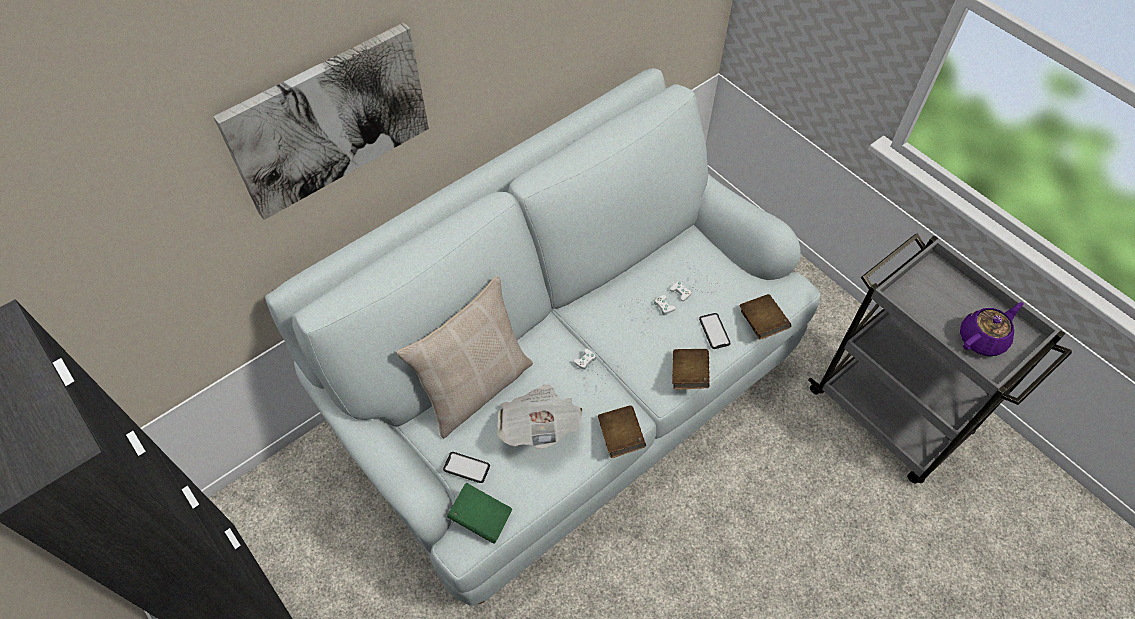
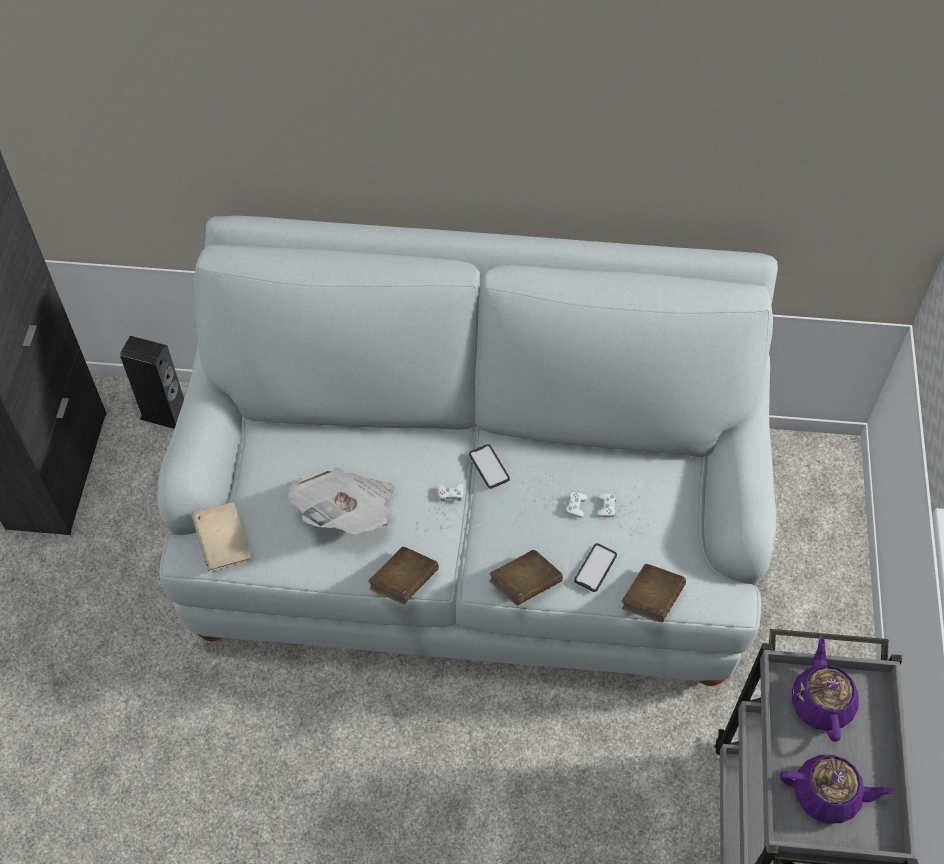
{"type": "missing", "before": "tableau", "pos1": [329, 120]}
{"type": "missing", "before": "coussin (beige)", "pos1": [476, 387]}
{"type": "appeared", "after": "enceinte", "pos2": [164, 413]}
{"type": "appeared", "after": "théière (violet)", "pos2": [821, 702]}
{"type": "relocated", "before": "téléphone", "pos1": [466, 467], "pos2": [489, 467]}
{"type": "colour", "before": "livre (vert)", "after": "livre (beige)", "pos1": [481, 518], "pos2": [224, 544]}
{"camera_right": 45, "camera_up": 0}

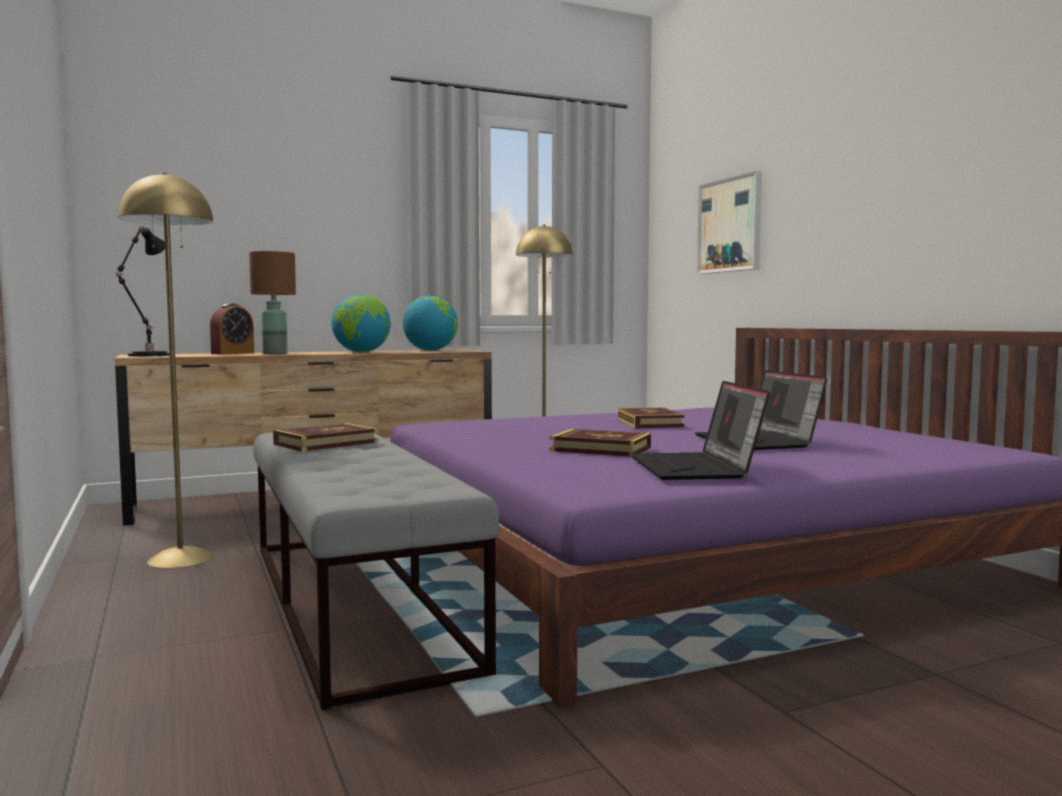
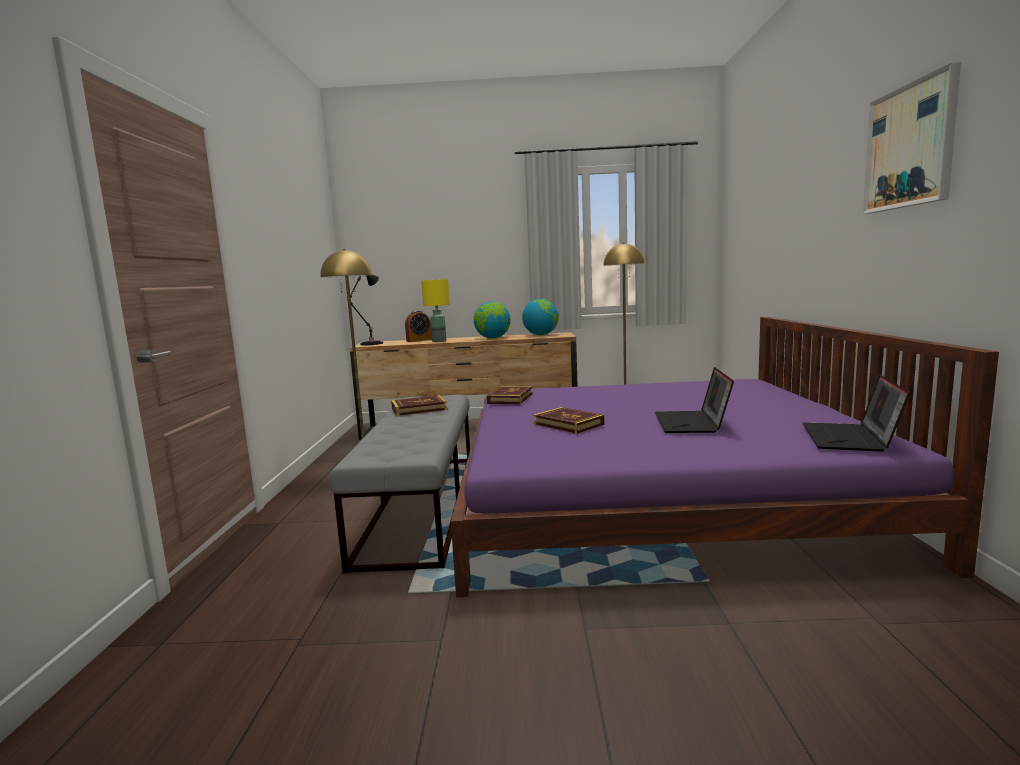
{"type": "relocated", "before": "livre", "pos1": [649, 423], "pos2": [510, 398]}
{"type": "relocated", "before": "ordinateur portable", "pos1": [696, 468], "pos2": [850, 439]}
{"type": "relocated", "before": "tableau", "pos1": [730, 225], "pos2": [910, 146]}
{"type": "colour", "before": "lampe de table (marron)", "after": "lampe de table (jaune)", "pos1": [275, 354], "pos2": [439, 341]}
{"camera_right": 25, "camera_up": 5}

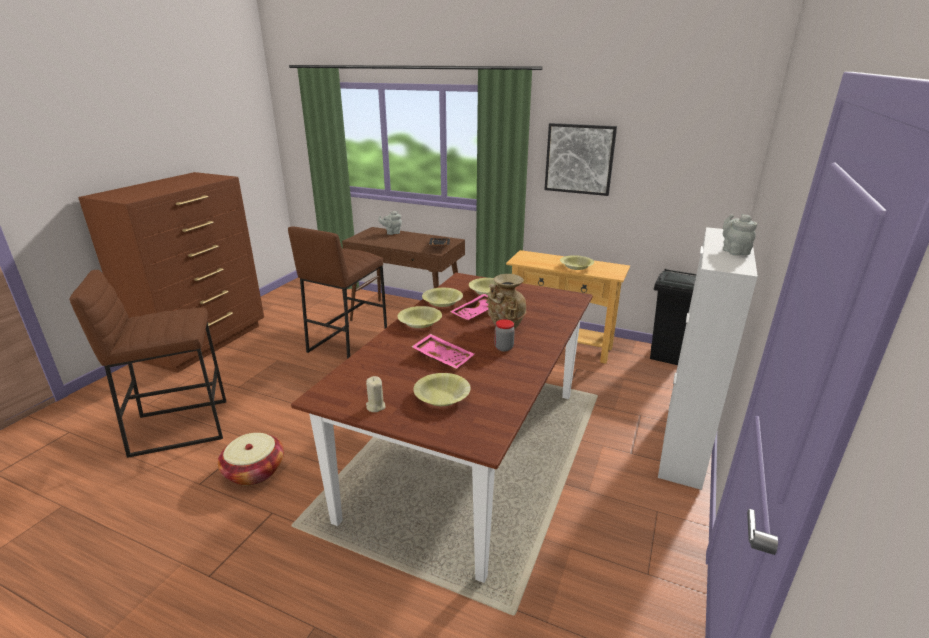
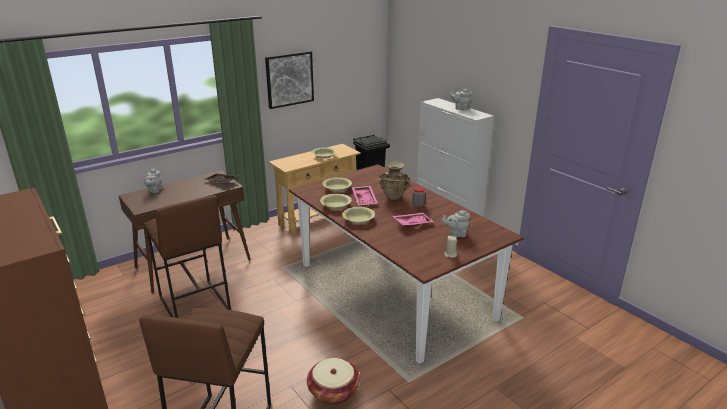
{"type": "exchanged", "before": "bol (jaune)", "after": "théière (gris)", "pos1": [442, 397], "pos2": [456, 234]}
{"camera_right": -60, "camera_up": 0}

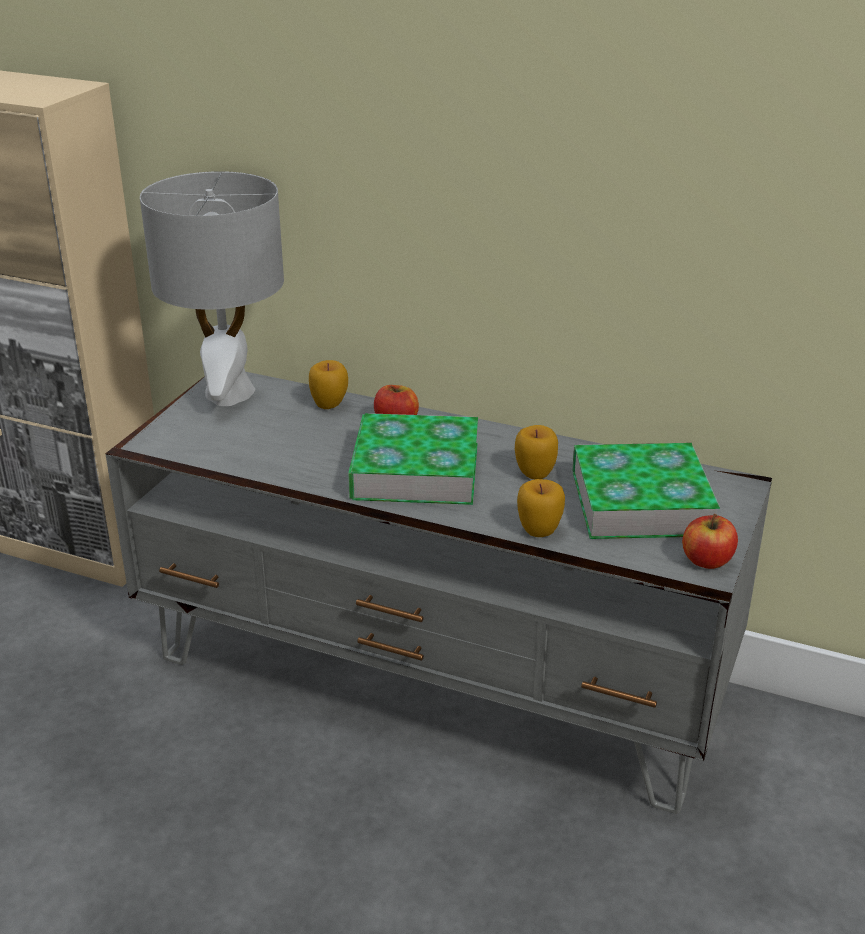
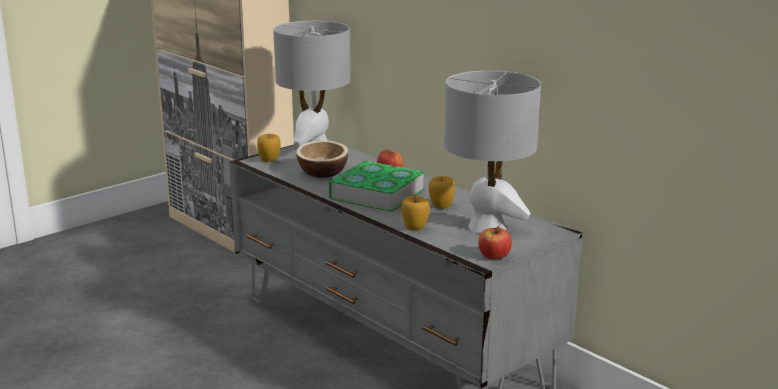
{"type": "appeared", "after": "bol", "pos2": [322, 172]}
{"type": "relocated", "before": "pomme", "pos1": [329, 405], "pos2": [269, 160]}
{"type": "exchanged", "before": "livre", "after": "lampe de table (gris)", "pos1": [640, 502], "pos2": [487, 227]}
{"camera_right": 25, "camera_up": -10}

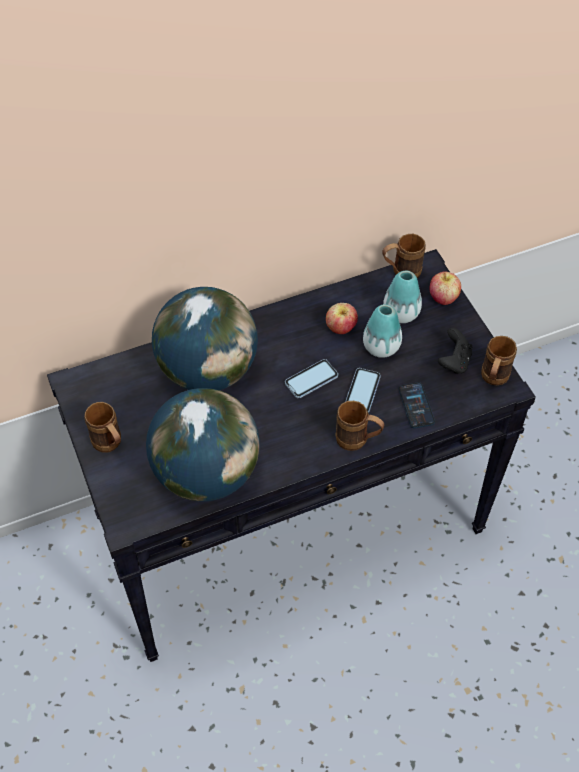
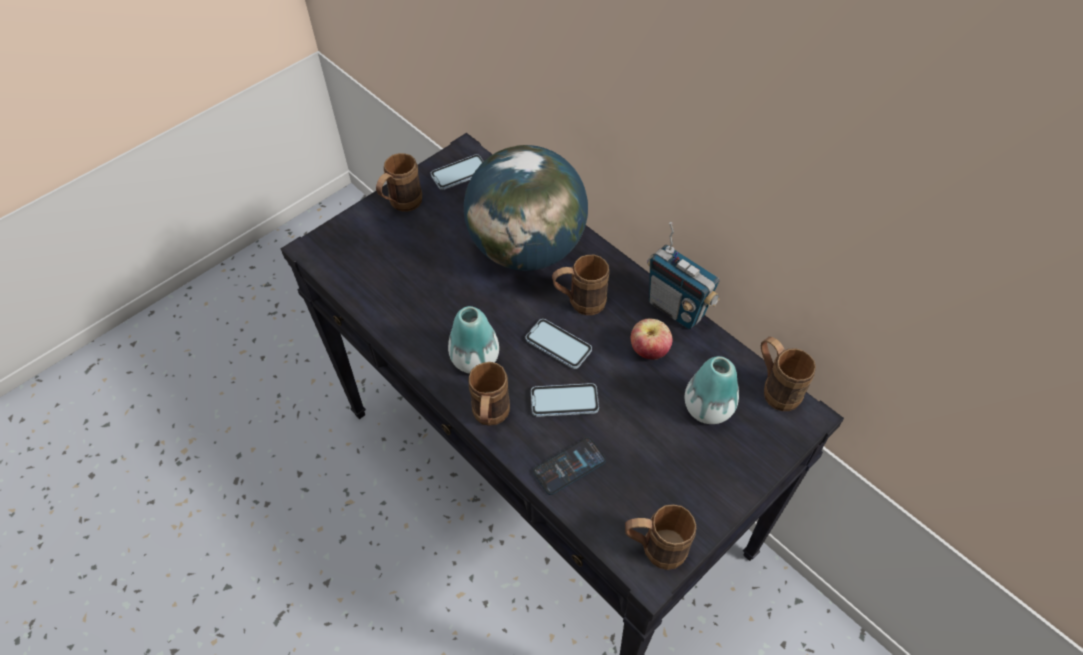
{"type": "missing", "before": "globe", "pos1": [205, 474]}
{"type": "missing", "before": "pomme", "pos1": [443, 298]}
{"type": "missing", "before": "manette (noir)", "pos1": [454, 362]}
{"type": "appeared", "after": "téléphone", "pos2": [460, 173]}
{"type": "appeared", "after": "mug (marron)", "pos2": [579, 303]}
{"type": "appeared", "after": "radio", "pos2": [676, 308]}
{"type": "relocated", "before": "vase", "pos1": [381, 347], "pos2": [475, 359]}
{"camera_right": 70, "camera_up": 0}

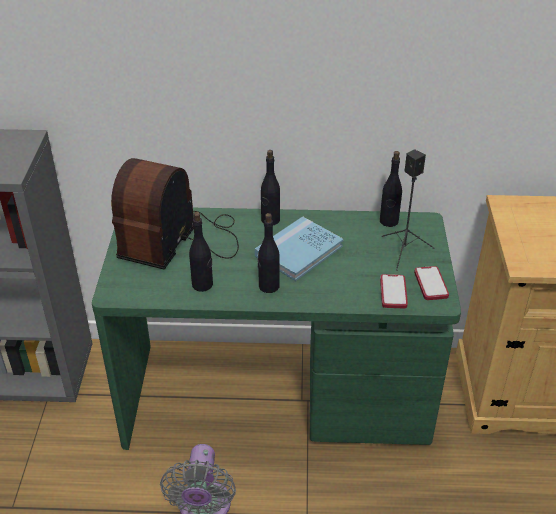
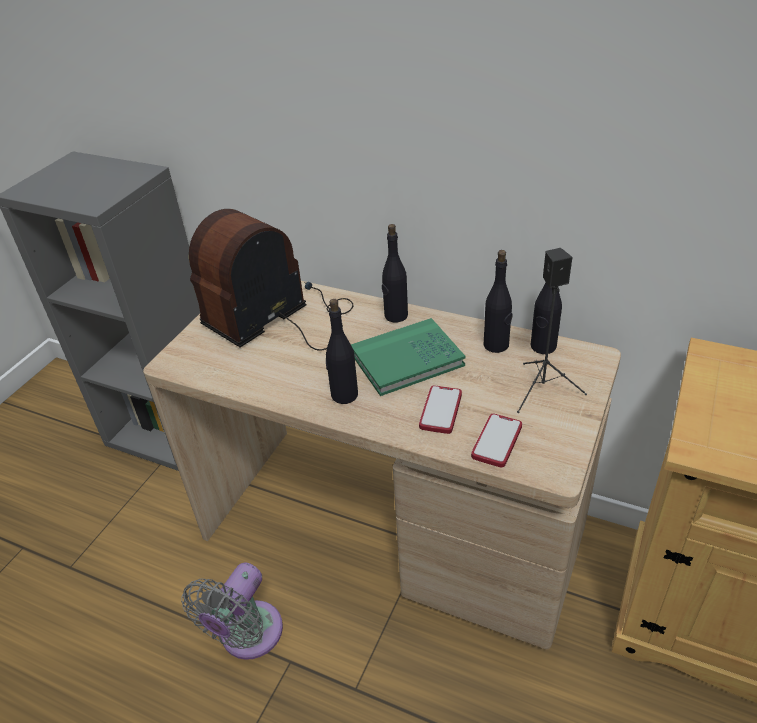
{"type": "relocated", "before": "bouteille (noir)", "pos1": [202, 285], "pos2": [496, 345]}
{"type": "relocated", "before": "téléphone", "pos1": [431, 284], "pos2": [440, 410]}
{"type": "colour", "before": "bureau (vert)", "after": "bureau (beige)", "pos1": [278, 397], "pos2": [391, 529]}
{"type": "colour", "before": "livre (bleu)", "after": "livre (vert)", "pos1": [299, 251], "pos2": [407, 360]}
{"camera_right": 25, "camera_up": 0}

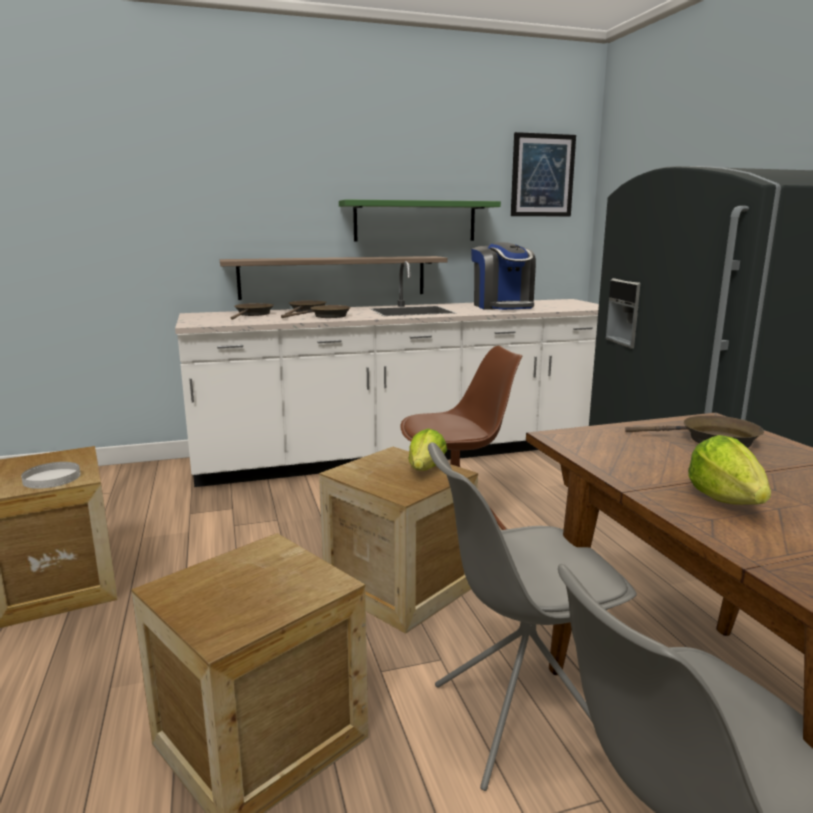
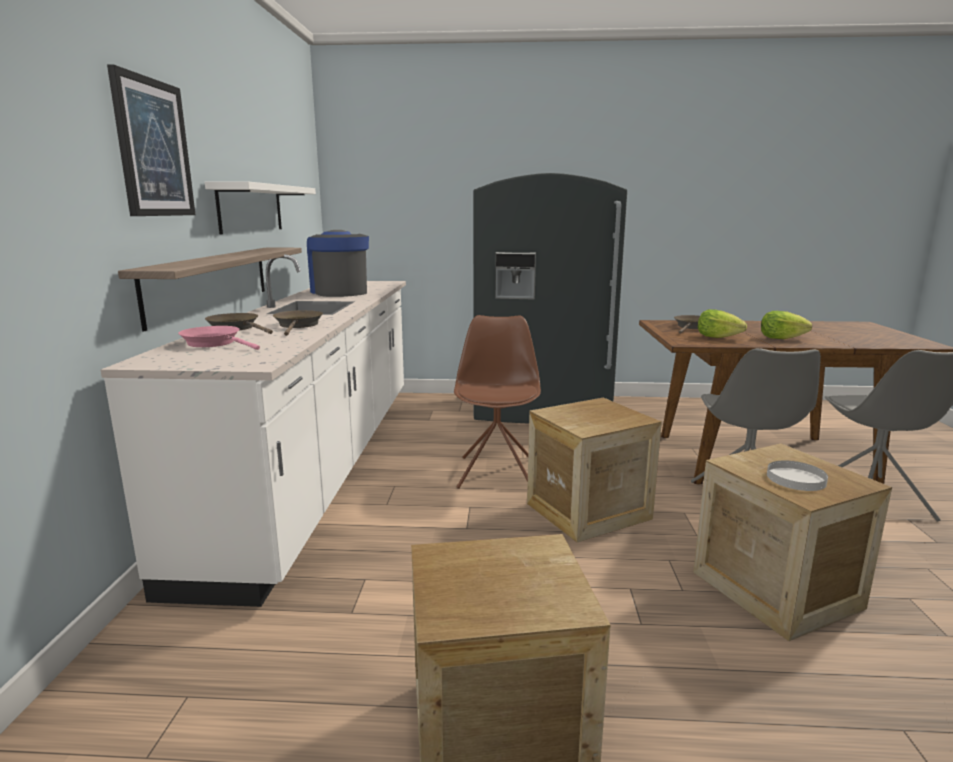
{"type": "relocated", "before": "assiette (blanc)", "pos1": [51, 478], "pos2": [796, 479]}
{"type": "relocated", "before": "laitue", "pos1": [426, 469], "pos2": [717, 337]}
{"type": "relocated", "before": "tableau", "pos1": [542, 175], "pos2": [153, 148]}
{"type": "colour", "before": "poêle (marron)", "after": "poêle (rose)", "pos1": [253, 314], "pos2": [215, 343]}
{"type": "colour", "before": "étagère (vert)", "after": "étagère (blanc)", "pos1": [415, 221], "pos2": [251, 208]}
{"type": "spun", "before": "machine à café", "pos1": [502, 306], "pos2": [339, 292], "turn": -120}
{"camera_right": -70, "camera_up": 0}

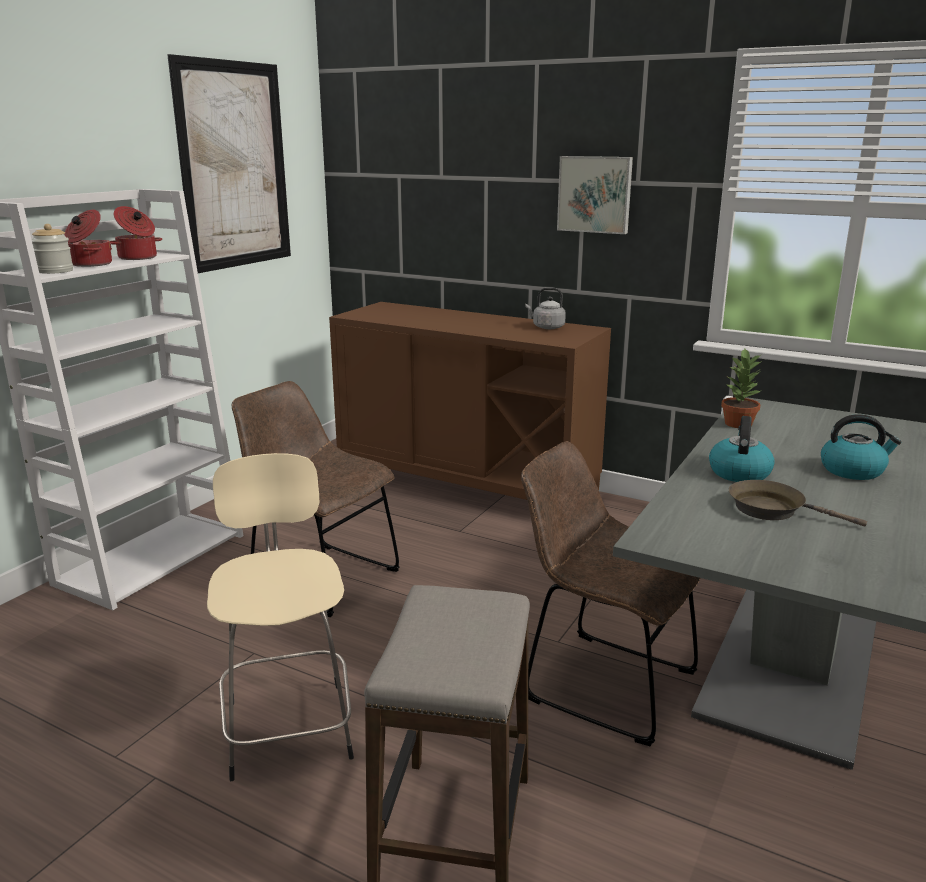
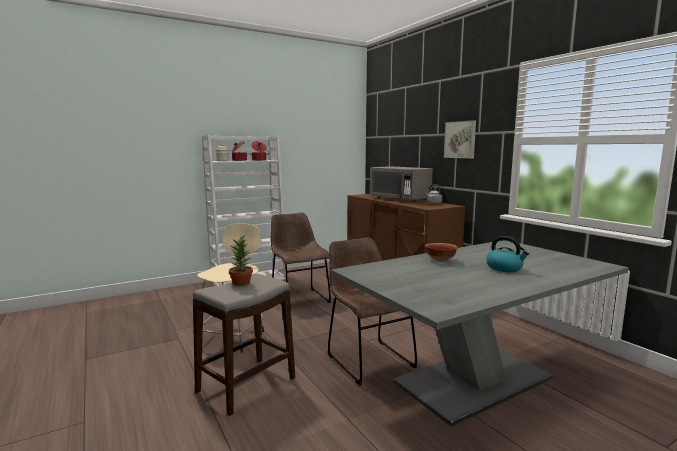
{"type": "missing", "before": "tableau", "pos1": [235, 166]}
{"type": "missing", "before": "poêle (marron)", "pos1": [772, 510]}
{"type": "appeared", "after": "micro-ondes (gris)", "pos2": [399, 199]}
{"type": "relocated", "before": "plante en pot", "pos1": [739, 424], "pos2": [242, 283]}
{"type": "exchanged", "before": "bouilloire", "after": "bol", "pos1": [739, 472], "pos2": [440, 260]}
{"camera_right": 30, "camera_up": -10}

